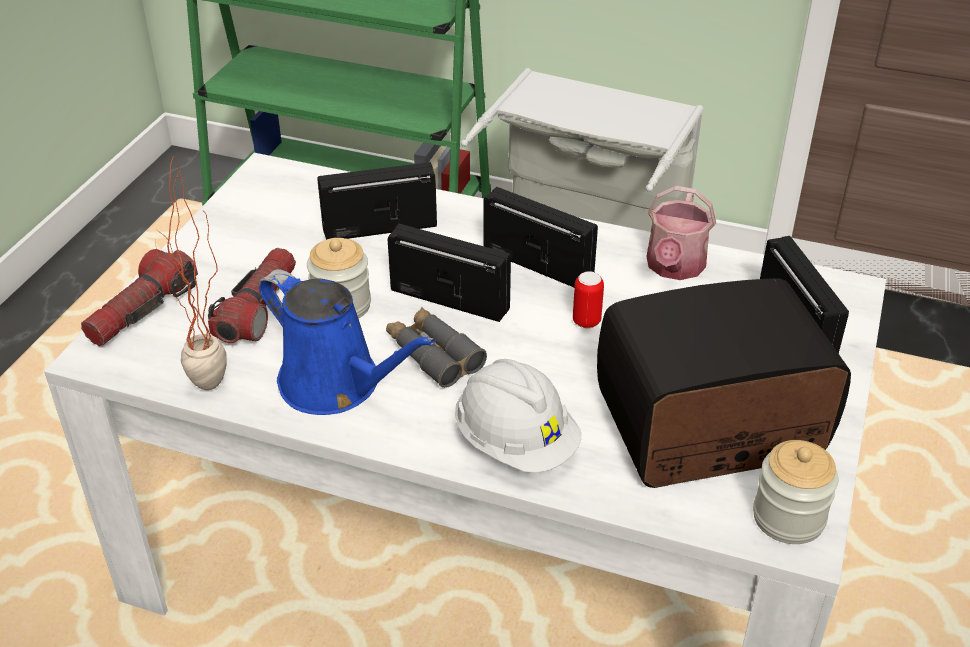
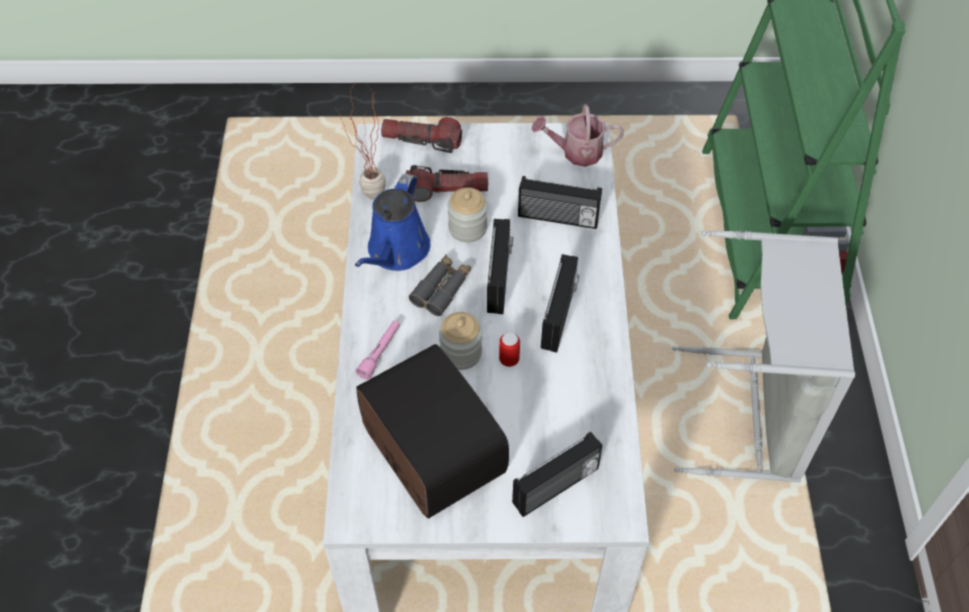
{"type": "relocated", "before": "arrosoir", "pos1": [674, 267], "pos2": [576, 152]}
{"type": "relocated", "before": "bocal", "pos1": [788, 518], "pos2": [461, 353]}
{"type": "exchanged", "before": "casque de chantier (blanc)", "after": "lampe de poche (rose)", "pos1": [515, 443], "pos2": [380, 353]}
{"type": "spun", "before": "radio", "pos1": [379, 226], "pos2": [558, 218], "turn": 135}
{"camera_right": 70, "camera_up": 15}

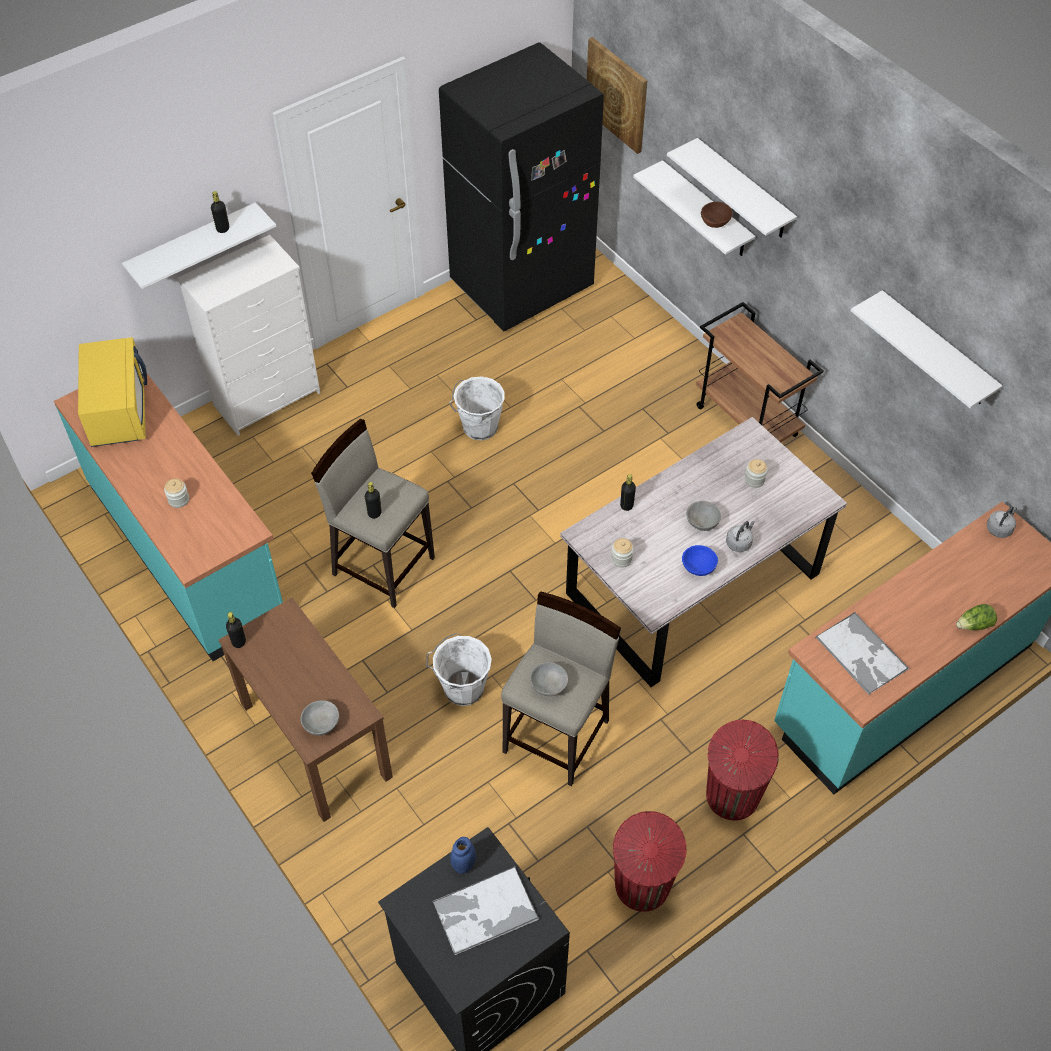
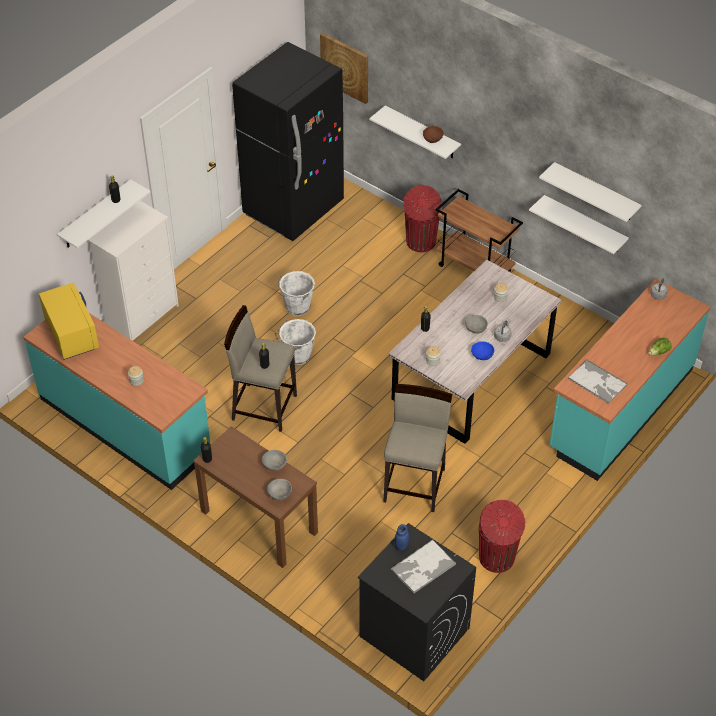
{"type": "relocated", "before": "seau (blanc)", "pos1": [462, 688], "pos2": [297, 355]}
{"type": "relocated", "before": "bol (gris)", "pos1": [548, 686], "pos2": [274, 465]}
{"type": "relocated", "before": "étagère (blanc)", "pos1": [743, 190], "pos2": [584, 224]}
{"type": "relocated", "before": "poubelle (rouge)", "pos1": [731, 797], "pos2": [420, 242]}
{"camera_right": -15, "camera_up": -5}

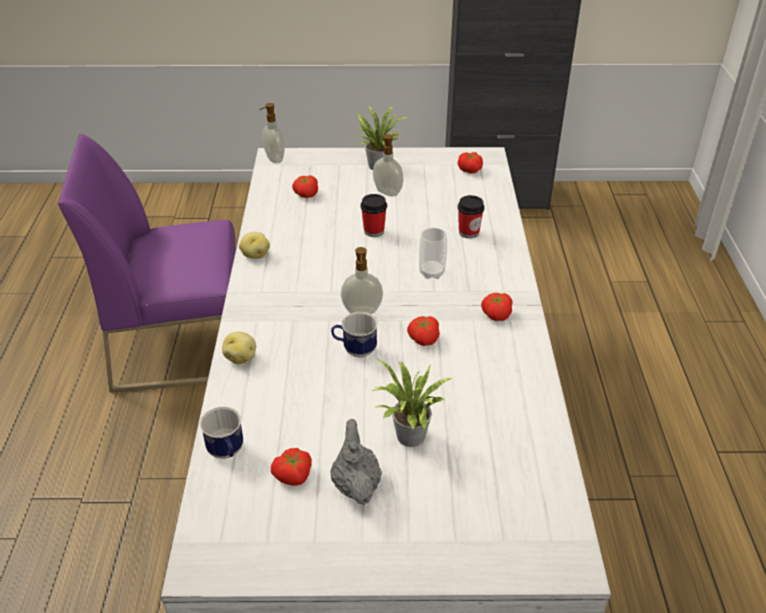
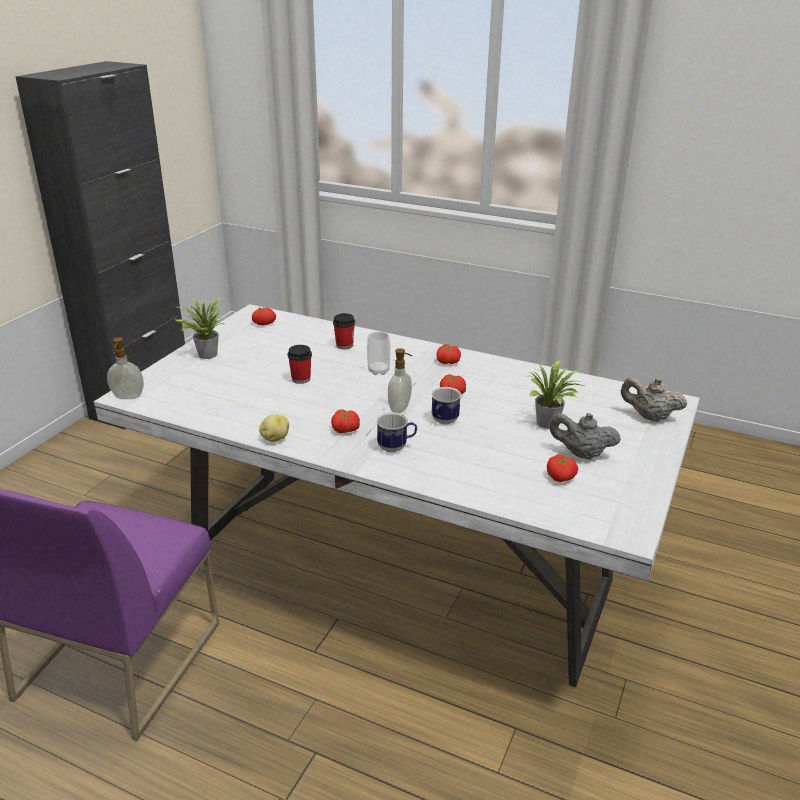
{"type": "missing", "before": "pomme de terre", "pos1": [241, 357]}
{"type": "missing", "before": "distributeur de savon", "pos1": [388, 192]}
{"type": "appeared", "after": "théière (beige)", "pos2": [649, 417]}
{"type": "relocated", "before": "mug", "pos1": [227, 453], "pos2": [396, 447]}
{"type": "relocated", "before": "tomate", "pos1": [305, 194], "pos2": [344, 430]}
{"camera_right": -65, "camera_up": -10}

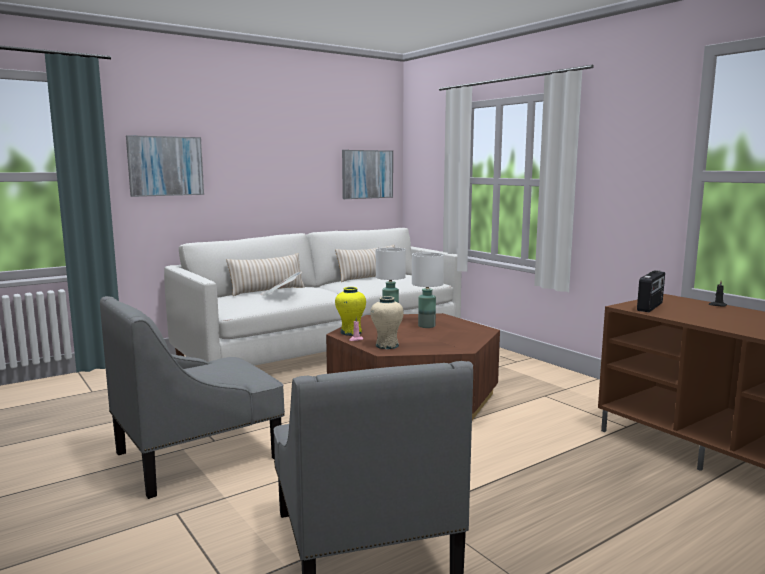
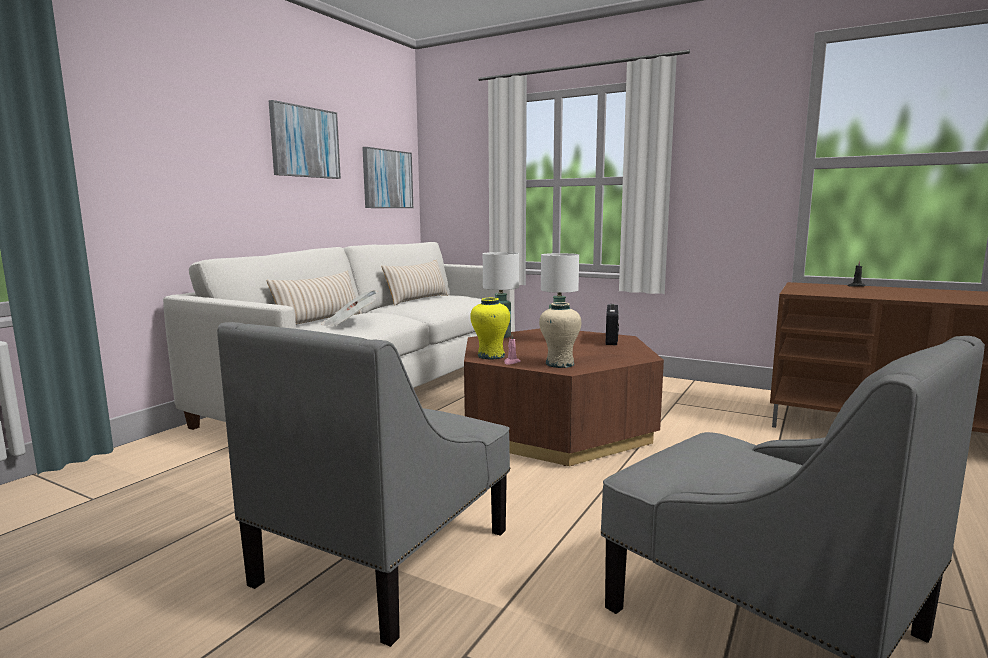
{"type": "relocated", "before": "tableau", "pos1": [165, 166], "pos2": [305, 142]}
{"type": "relocated", "before": "radio", "pos1": [650, 307], "pos2": [612, 339]}
{"camera_right": -25, "camera_up": 0}

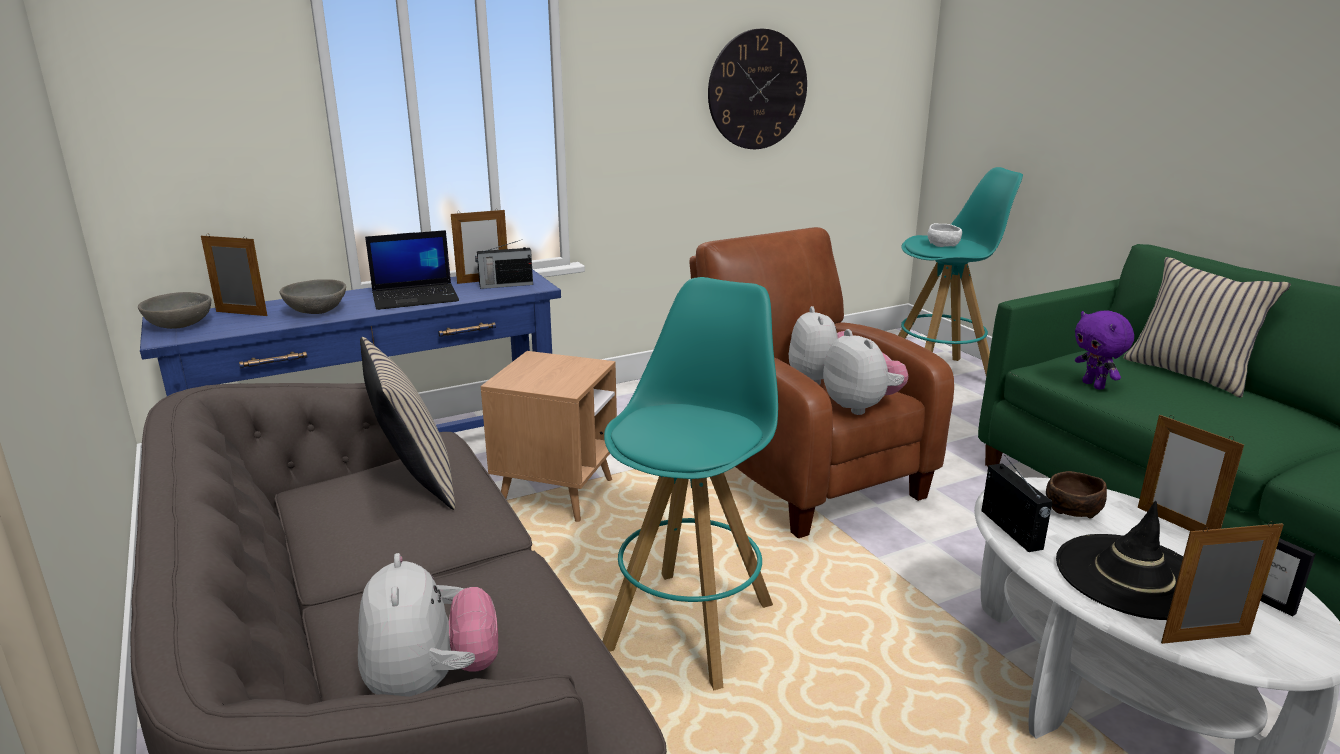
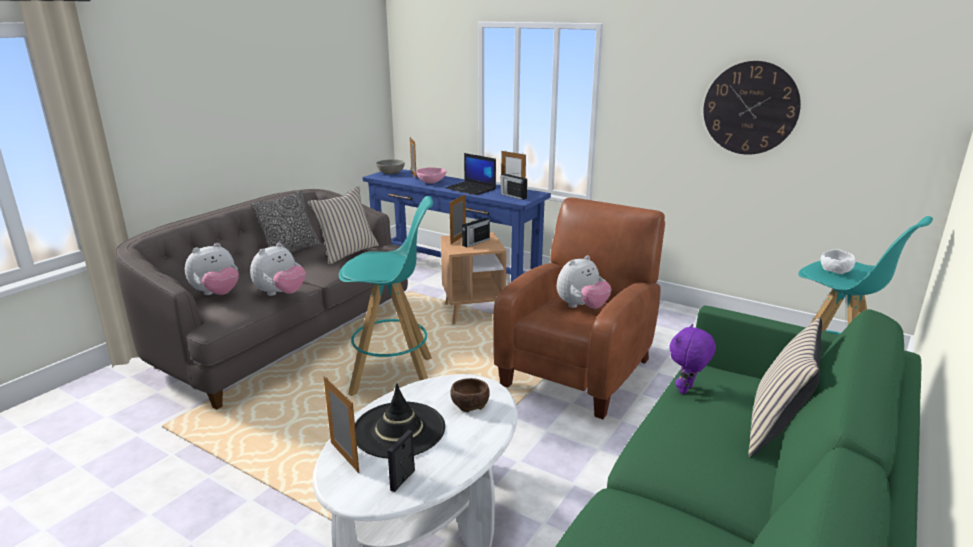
{"type": "appeared", "after": "coussin", "pos2": [290, 251]}
{"type": "relocated", "before": "peluche", "pos1": [861, 407], "pos2": [281, 294]}
{"type": "relocated", "before": "radio", "pos1": [1012, 530], "pos2": [475, 242]}
{"type": "relocated", "before": "cadre photo", "pos1": [1176, 524], "pos2": [458, 239]}
{"type": "colour", "before": "bol (gris)", "after": "bol (rose)", "pos1": [317, 311], "pos2": [431, 182]}
{"camera_right": 60, "camera_up": 0}

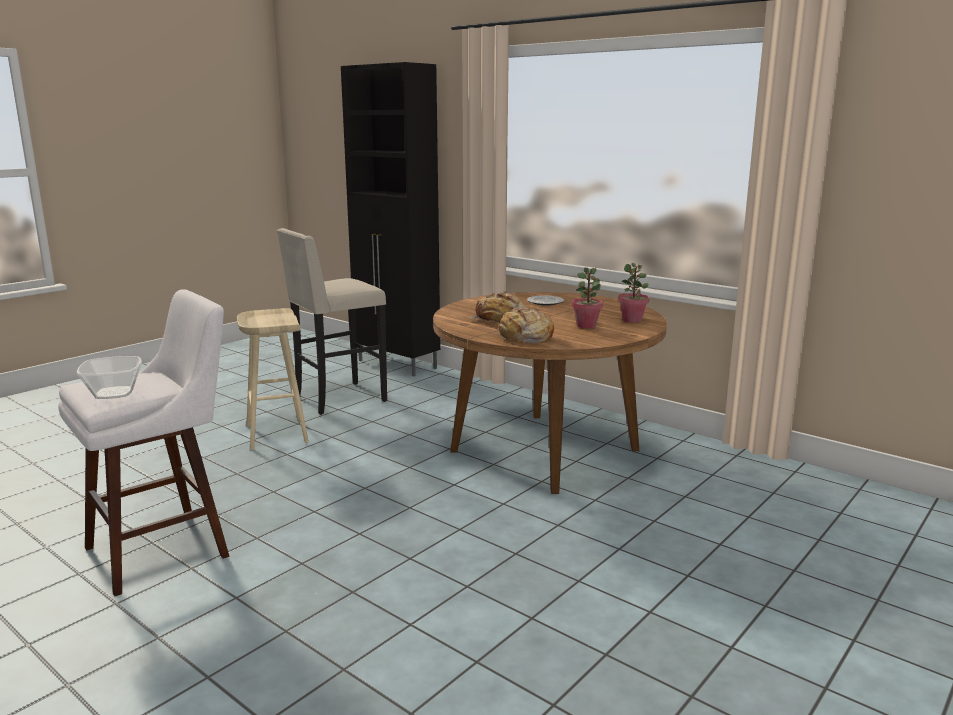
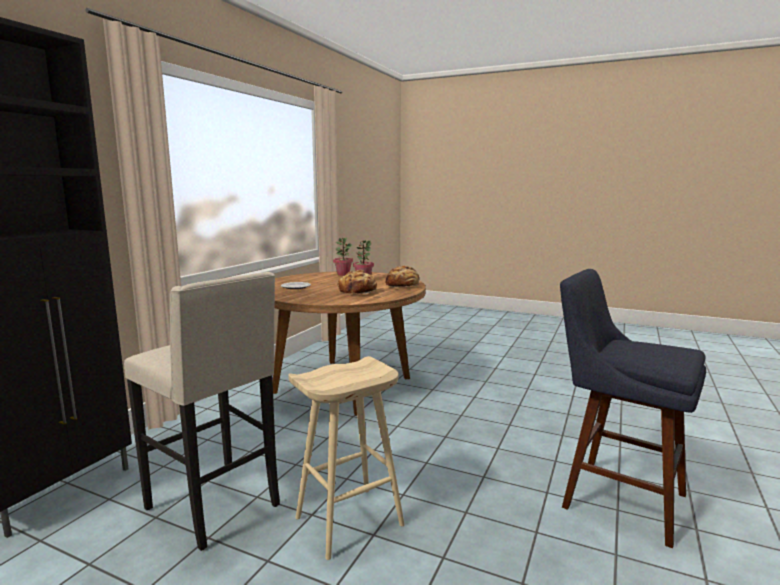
{"type": "missing", "before": "bol", "pos1": [113, 393]}
{"type": "colour", "before": "tabouret (blanc)", "after": "tabouret (bleu)", "pos1": [166, 548], "pos2": [615, 497]}
{"camera_right": -105, "camera_up": -5}

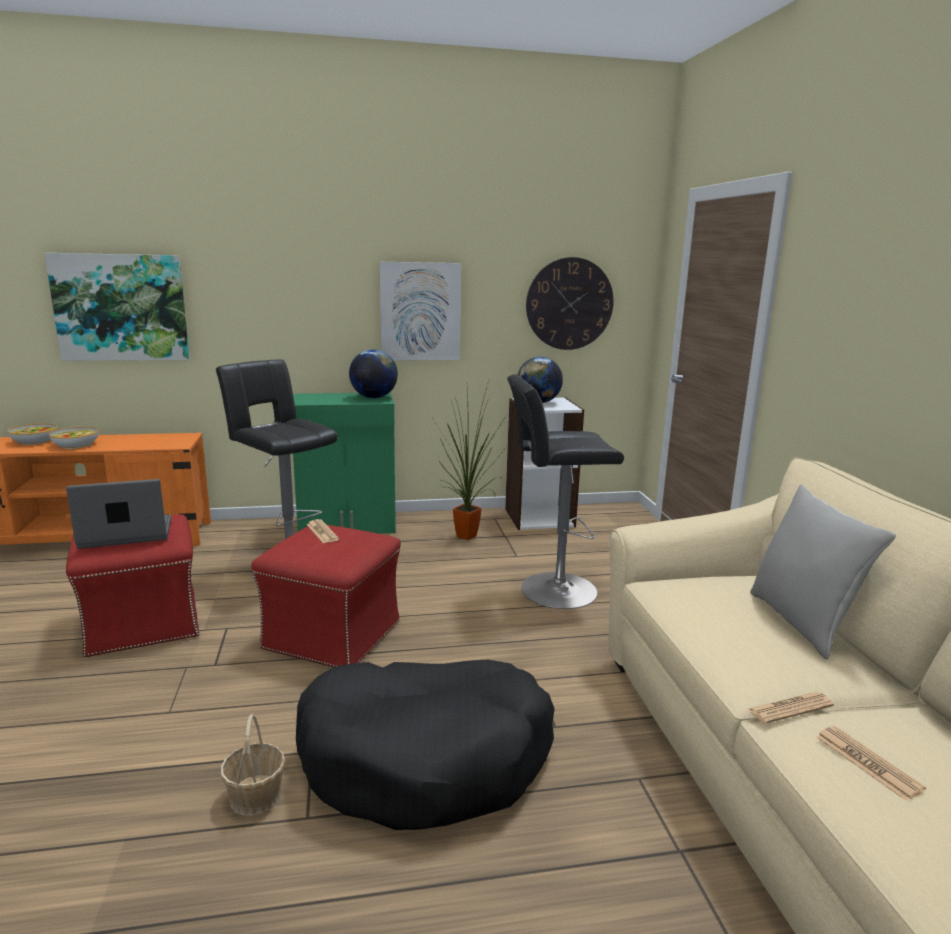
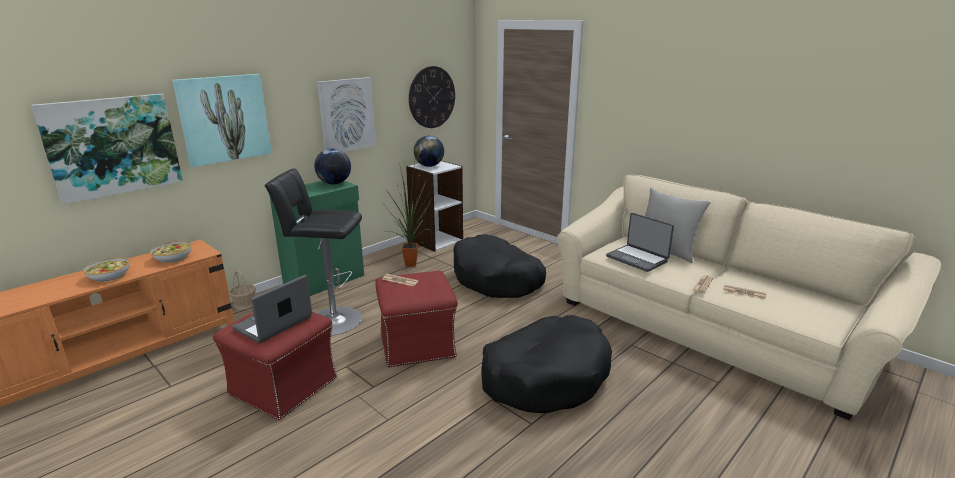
{"type": "appeared", "after": "tableau", "pos2": [224, 119]}
{"type": "appeared", "after": "ordinateur portable", "pos2": [637, 258]}
{"type": "relocated", "before": "bol", "pos1": [35, 441], "pos2": [173, 258]}
{"type": "relocated", "before": "panier", "pos1": [256, 796], "pos2": [245, 304]}
{"type": "exchanged", "before": "tabouret (noir)", "after": "panier pour chien (noir)", "pos1": [553, 590], "pos2": [496, 279]}
{"camera_right": -35, "camera_up": 5}

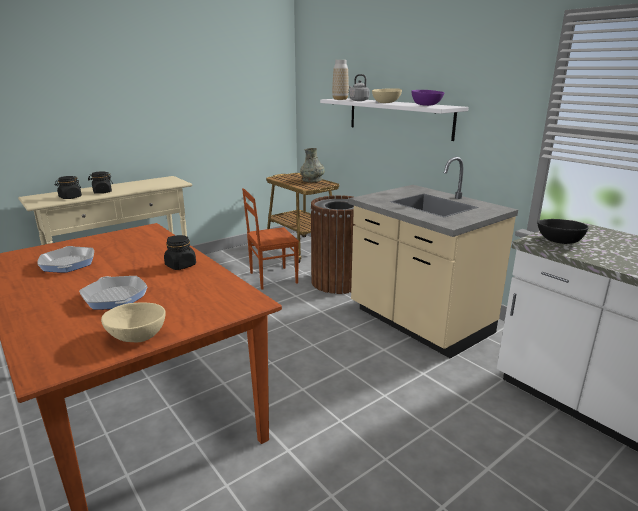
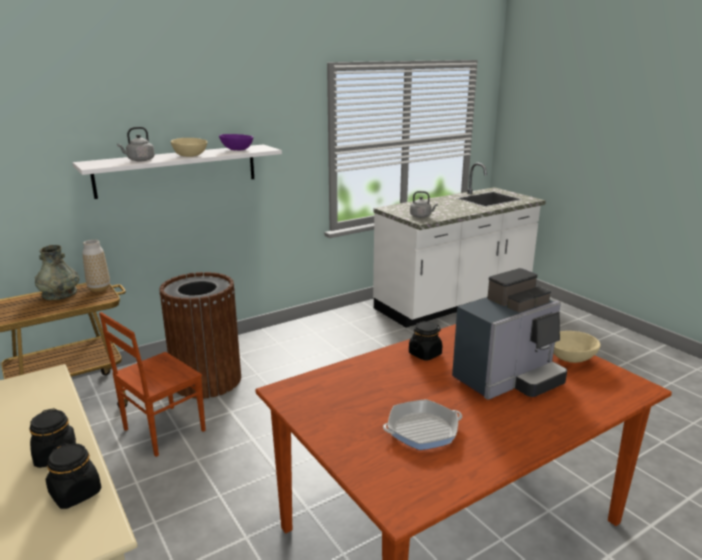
{"type": "missing", "before": "comptoir de cuisine (beige)", "pos1": [419, 322]}
{"type": "relocated", "before": "vase", "pos1": [340, 99], "pos2": [99, 288]}
{"type": "exchanged", "before": "poêle", "after": "machine à café", "pos1": [115, 297], "pos2": [508, 379]}
{"type": "exchanged", "before": "bol (noir)", "after": "bouilloire (gris)", "pos1": [560, 241], "pos2": [421, 216]}
{"type": "spun", "before": "chaise (marron)", "pos1": [272, 278], "pos2": [162, 430], "turn": 60}
{"camera_right": -85, "camera_up": 0}

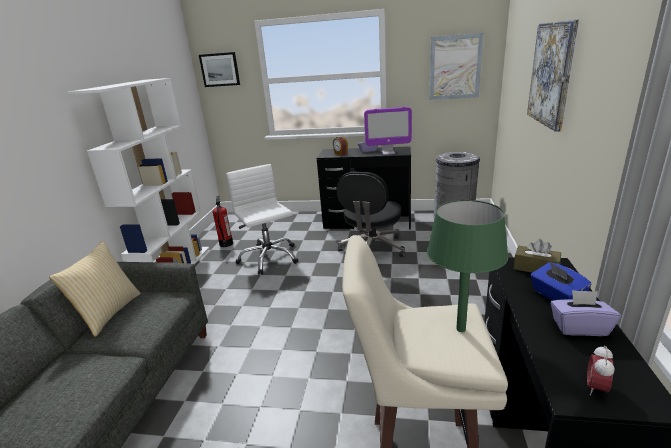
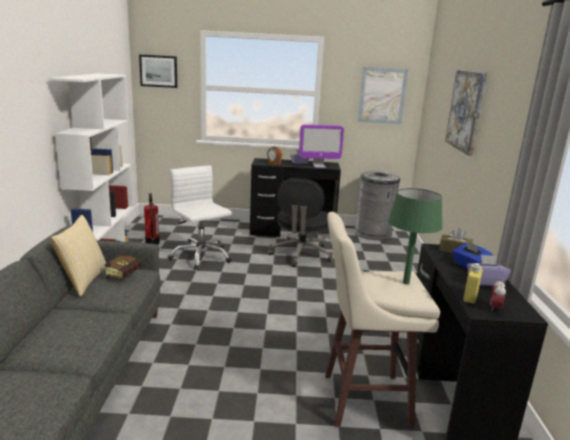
{"type": "appeared", "after": "livre", "pos2": [126, 275]}
{"type": "appeared", "after": "bouteille (jaune)", "pos2": [470, 297]}
{"camera_right": -10, "camera_up": -5}

